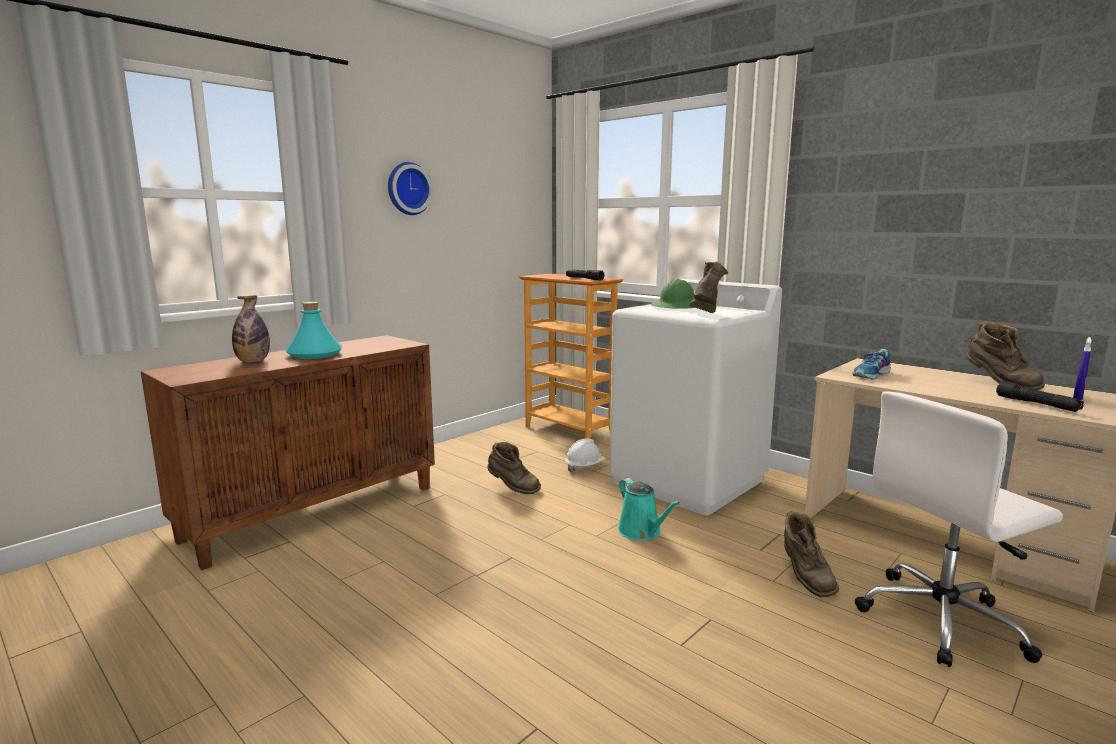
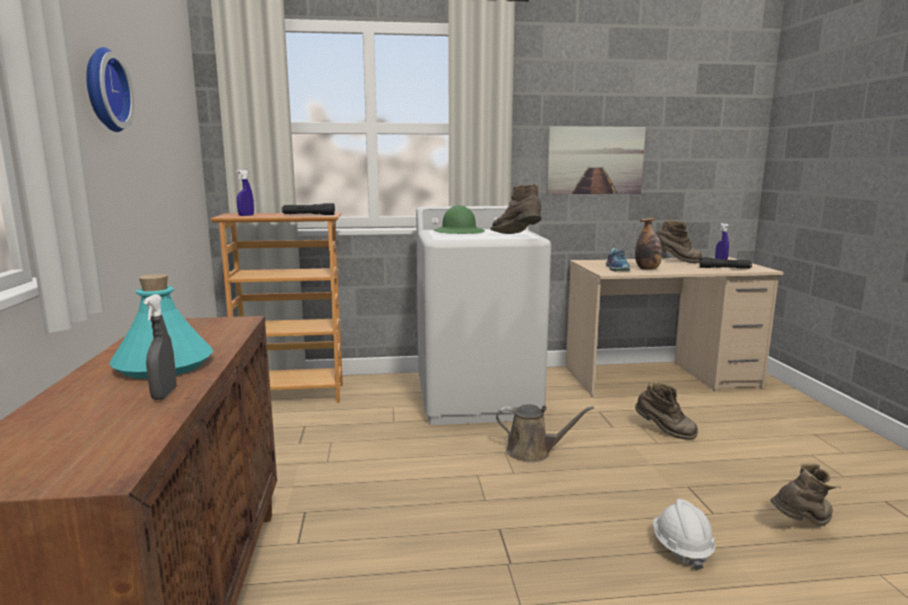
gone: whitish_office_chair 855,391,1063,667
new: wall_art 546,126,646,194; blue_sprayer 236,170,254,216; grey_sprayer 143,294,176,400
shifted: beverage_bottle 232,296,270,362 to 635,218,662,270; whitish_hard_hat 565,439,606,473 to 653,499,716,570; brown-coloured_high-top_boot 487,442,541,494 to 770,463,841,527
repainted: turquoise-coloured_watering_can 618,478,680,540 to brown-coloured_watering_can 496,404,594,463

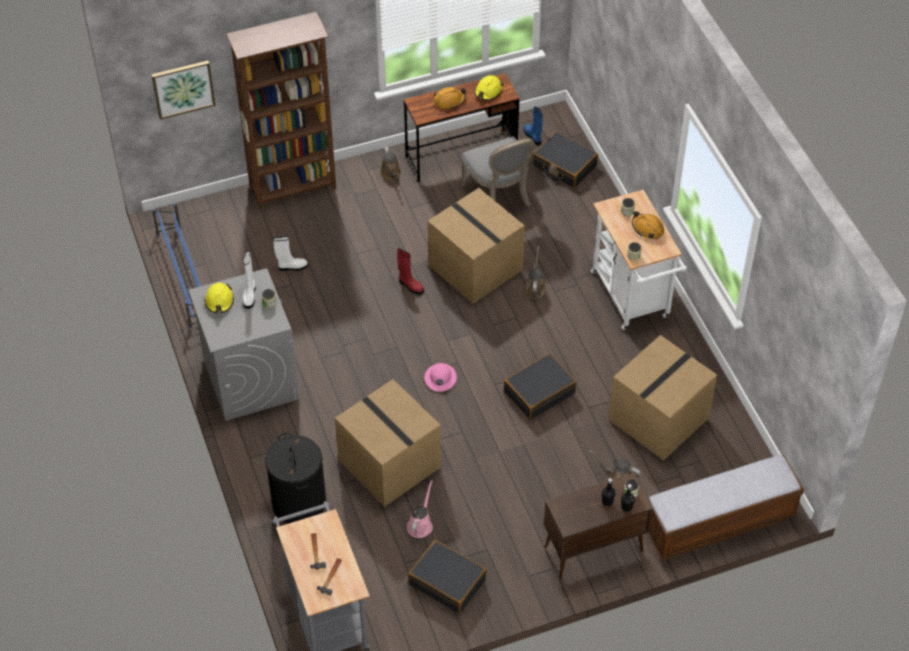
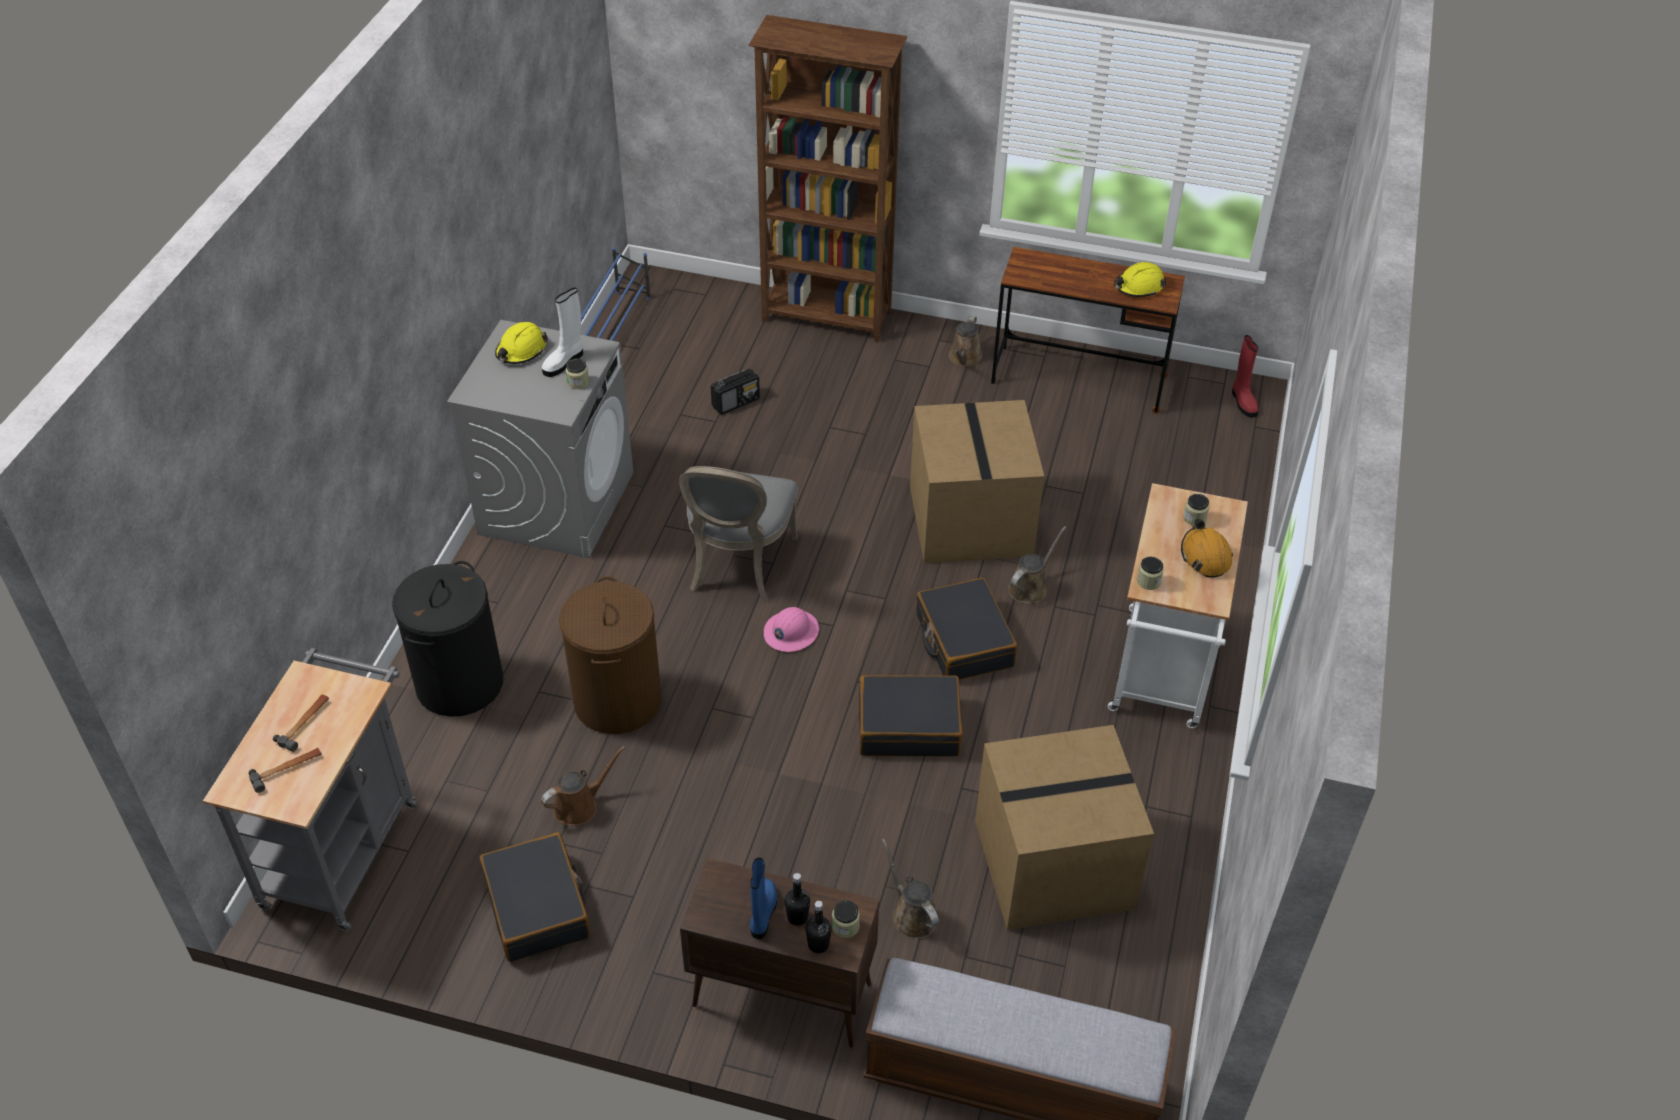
gone: wall_art 151,61,216,120; orange_hard_hat 434,87,466,109
shifted: blue_high-top_boot 523,107,543,145 to 750,858,777,939; black_travel_case 533,131,598,188 to 916,578,1018,680; grey_plain_chair 461,136,535,206 to 679,466,798,602; reddish_high-top_boot 397,248,424,295 to 1232,335,1259,418
swapped: whitish_high-top_boot 273,236,308,271 to radio_set 711,369,760,415; packing_box 335,379,441,507 to brown-coloured_washing_basket 559,576,662,734
repainted: pink_watering_can 407,480,433,538 to brown-coloured_watering_can 541,746,625,825

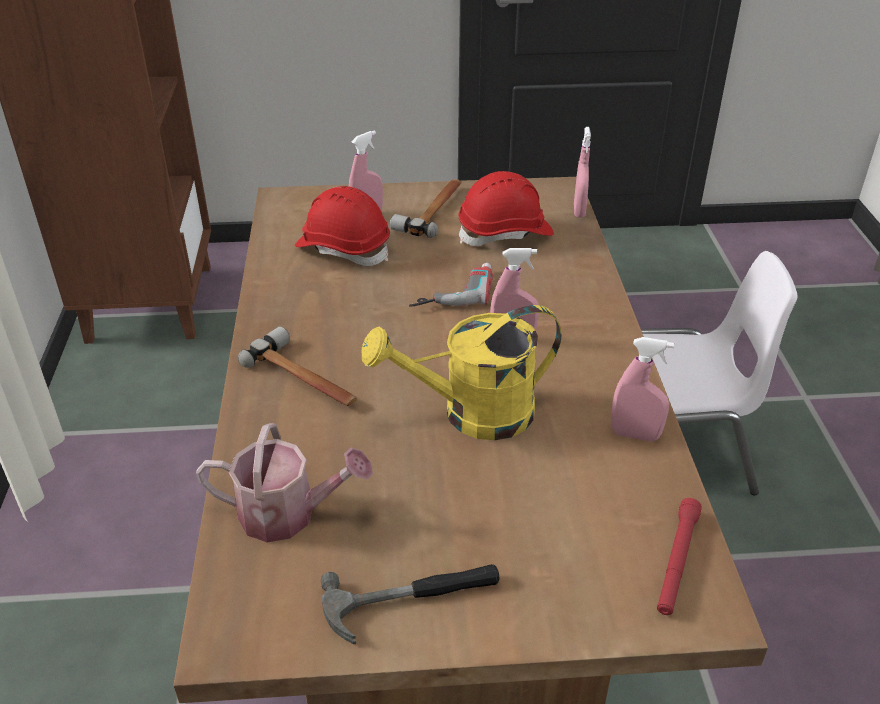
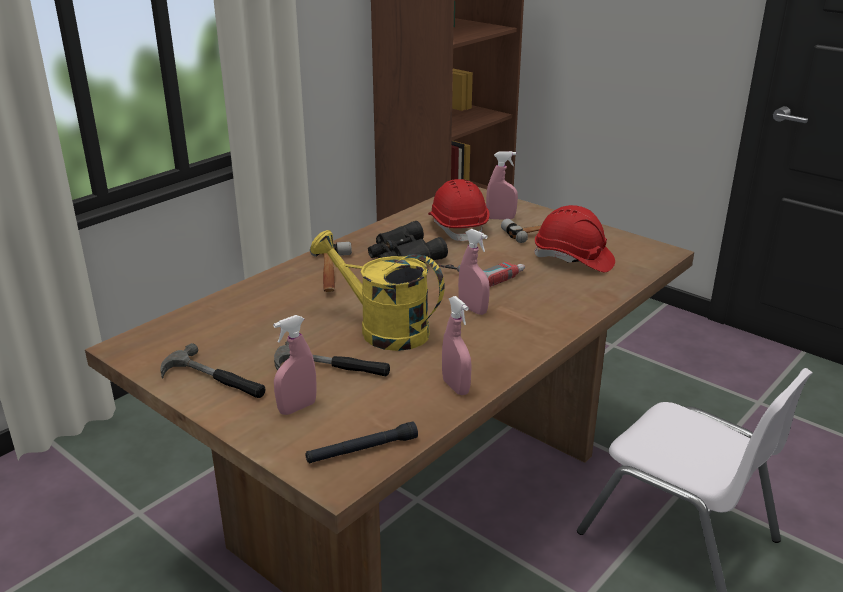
gone: watering_can 196,423,373,542
new: black_pair_of_binoculars 368,221,448,263; tool_hammer 274,341,390,376
shifted: pink_sprayer 574,127,591,217 to 273,315,317,415
repainted: reddish_flashlight 657,498,702,615 to black_flashlight 306,421,418,463

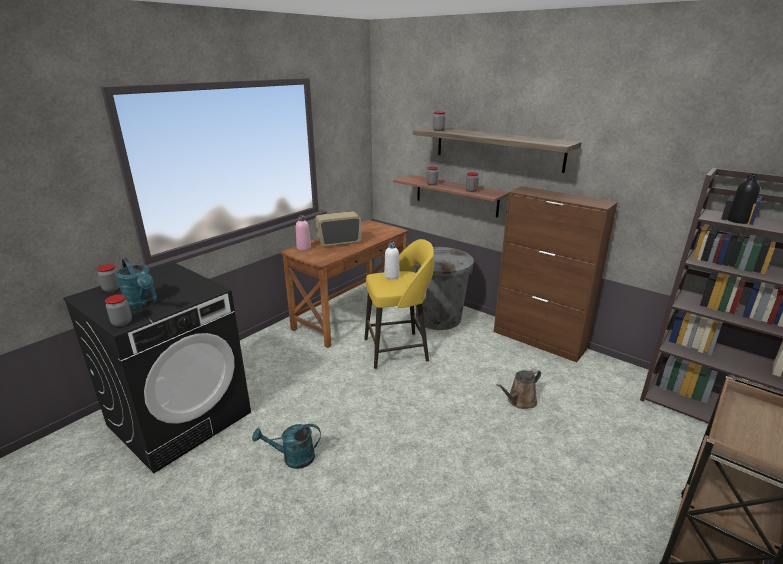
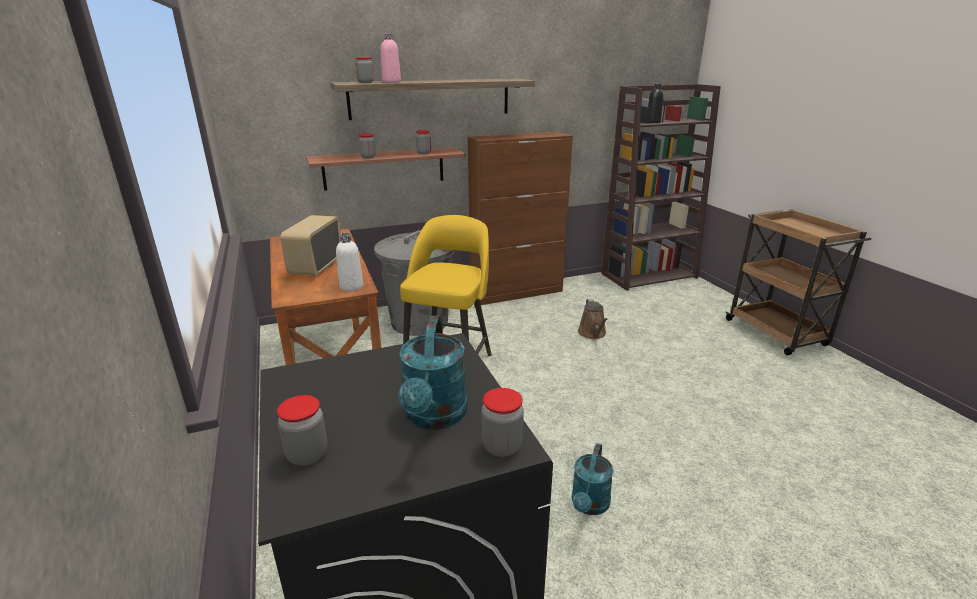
shifted: pink_beverage_bottle 296,215,311,251 to 381,33,401,83; whitish_beverage_bottle 384,242,400,279 to 336,233,363,291
rotated: turquoise-coloured_watering_can 116,258,157,309 = 398,316,467,430 105 degrees clockwise

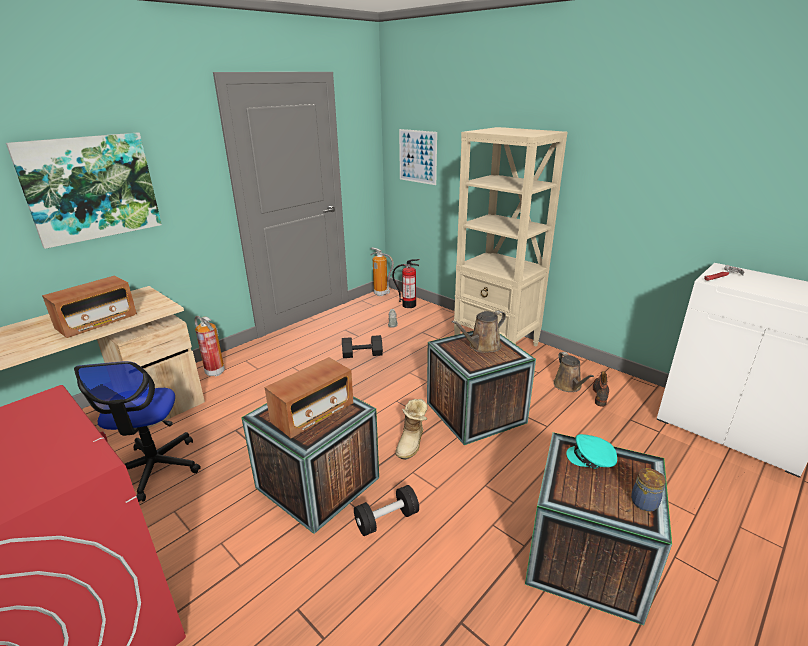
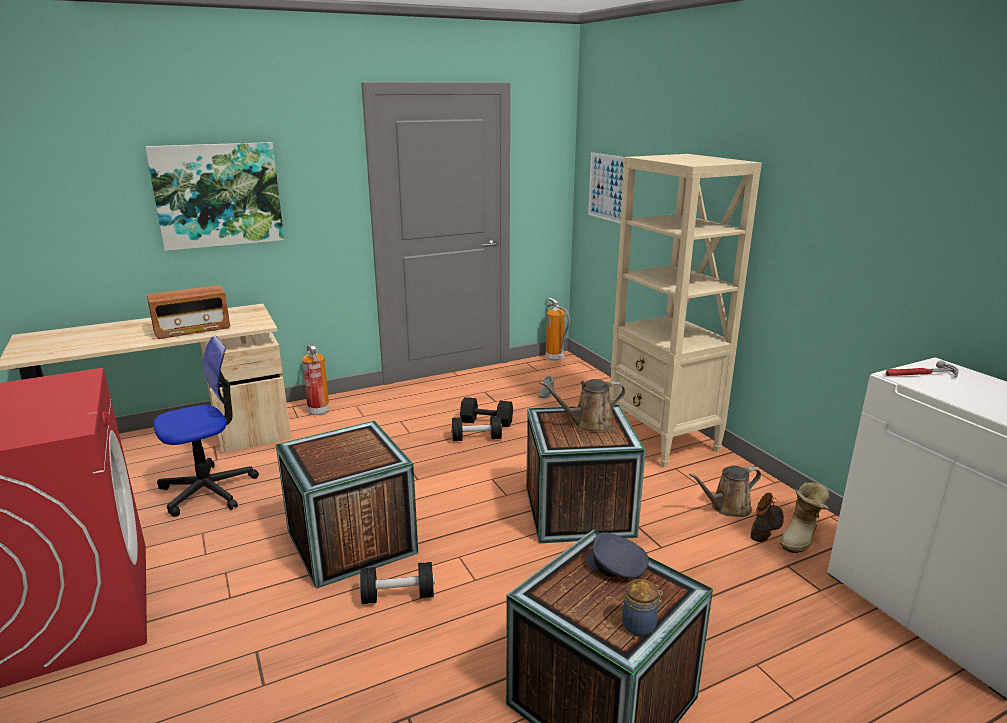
gone: fire-fighting_cylinder 392,259,420,308; radio_set 264,357,353,438
new: black_free_weight 451,416,502,441
shifted: high-top_boot 395,399,428,460 to 780,482,829,553
repainted: turquoise-coloured_baseball_cap 566,434,617,469 to grey_baseball_cap 586,532,649,578
rotated: brown-coloured_watering_can 553,352,594,392 = 689,466,761,517 60 degrees clockwise; office_chair 74,361,201,502 = 153,336,259,517 135 degrees counterclockwise

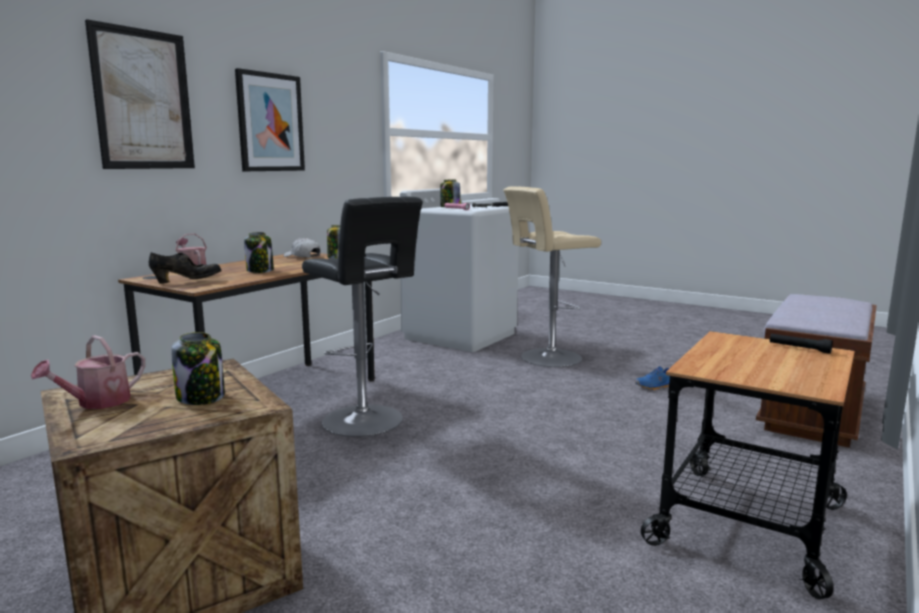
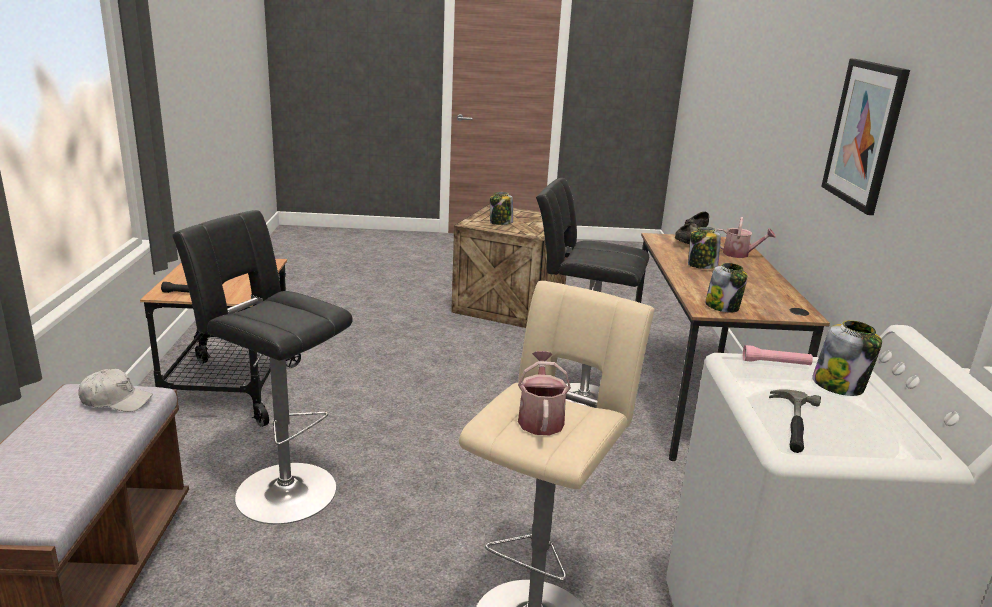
gone: wall_art 85,19,195,169; blue_item_of_footwear 635,366,672,390
new: black_stool_seat 172,210,353,524
shifted: whitish_baseball_cap 284,237,321,258 to 78,369,153,412; watering_can 31,335,145,409 to 518,351,571,435

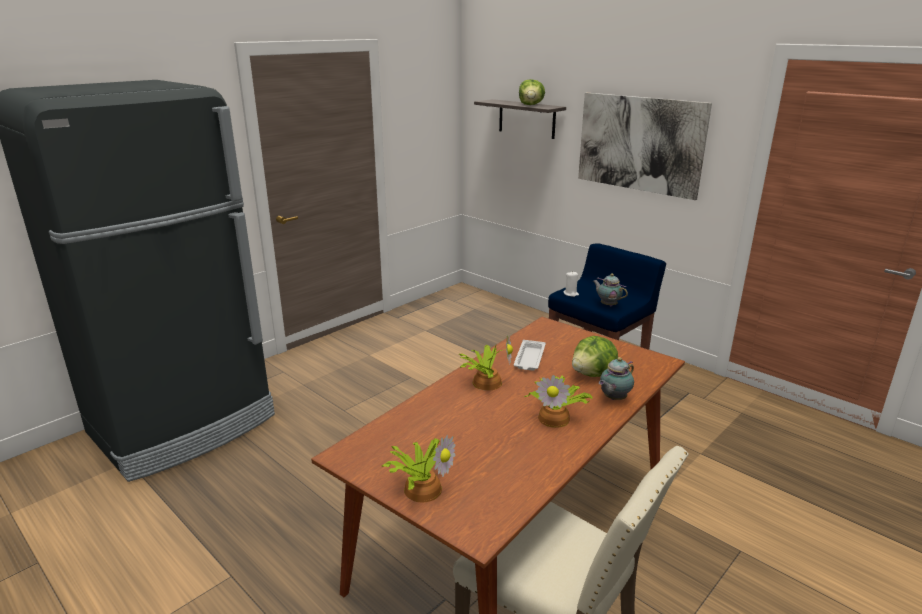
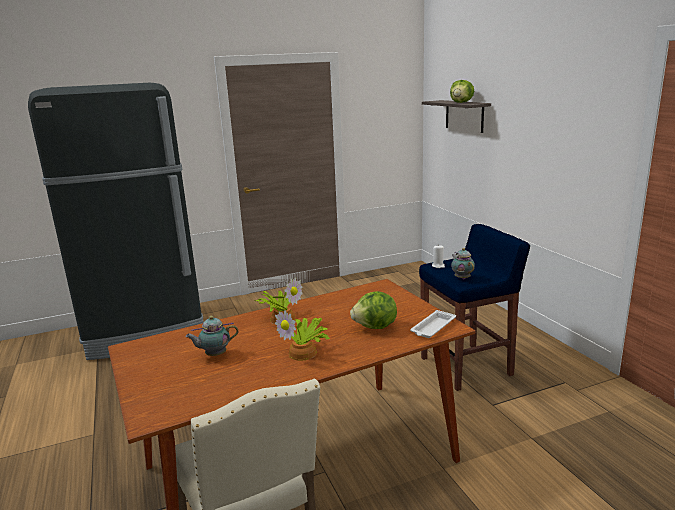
gone: wall_art 578,93,712,200; potted_plant 381,435,456,502
shifted: whitish_carrying_tray 514,340,546,371 to 410,310,456,338; teapot 599,357,634,400 to 185,316,238,356

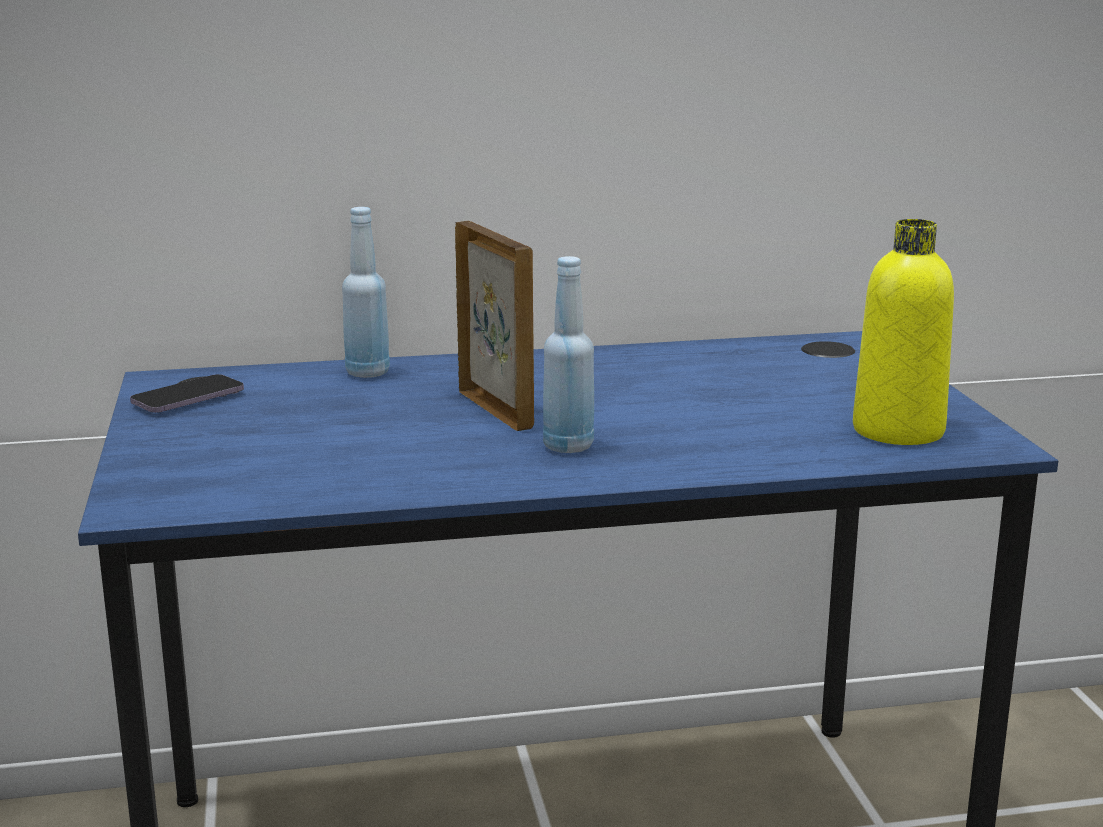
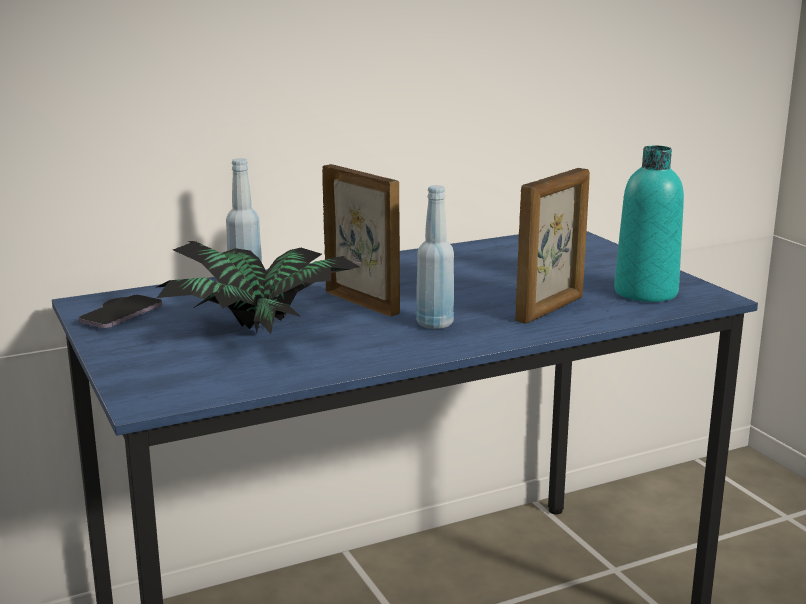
new: standing_frame 515,168,590,324; potted_plant 155,241,359,334
repainted: yellowish_beverage_bottle 853,219,954,445 to turquoise-coloured_beverage_bottle 614,146,684,302

